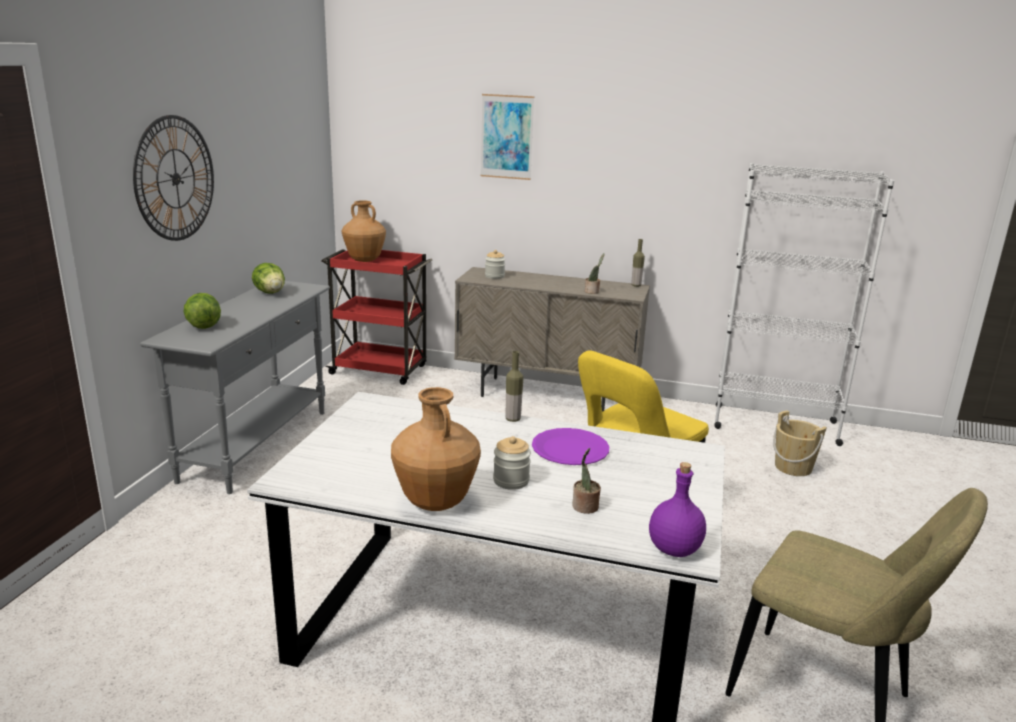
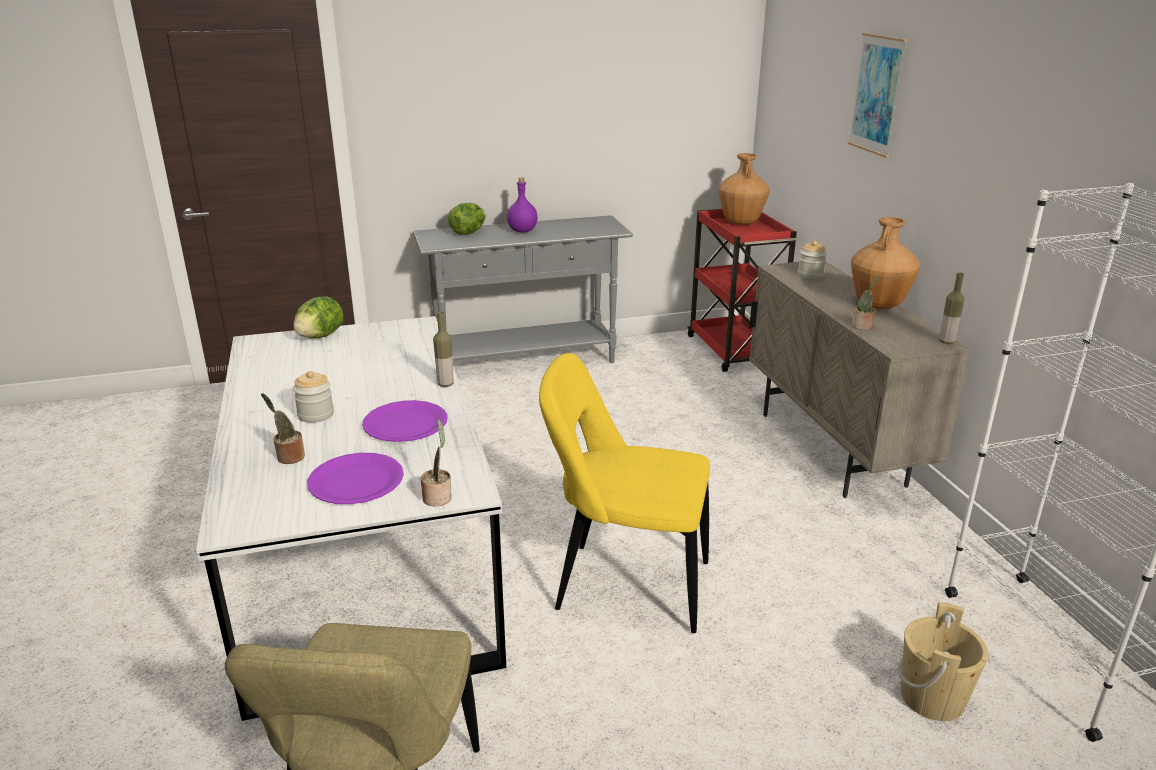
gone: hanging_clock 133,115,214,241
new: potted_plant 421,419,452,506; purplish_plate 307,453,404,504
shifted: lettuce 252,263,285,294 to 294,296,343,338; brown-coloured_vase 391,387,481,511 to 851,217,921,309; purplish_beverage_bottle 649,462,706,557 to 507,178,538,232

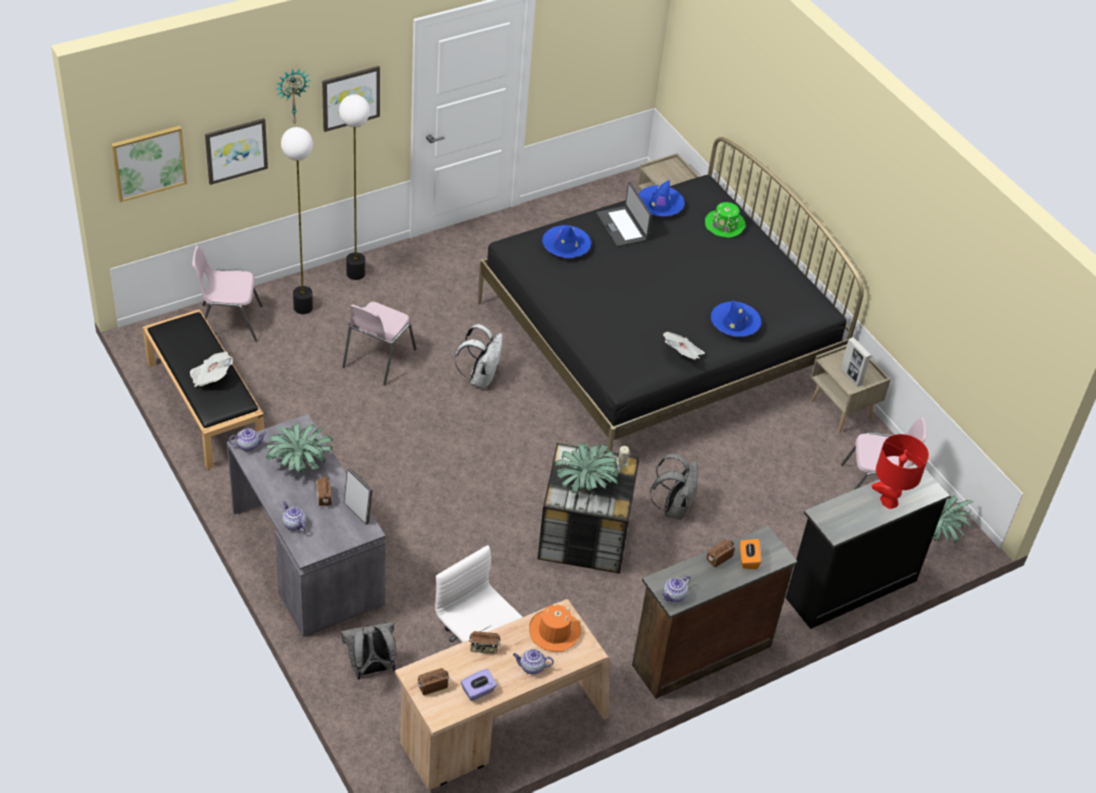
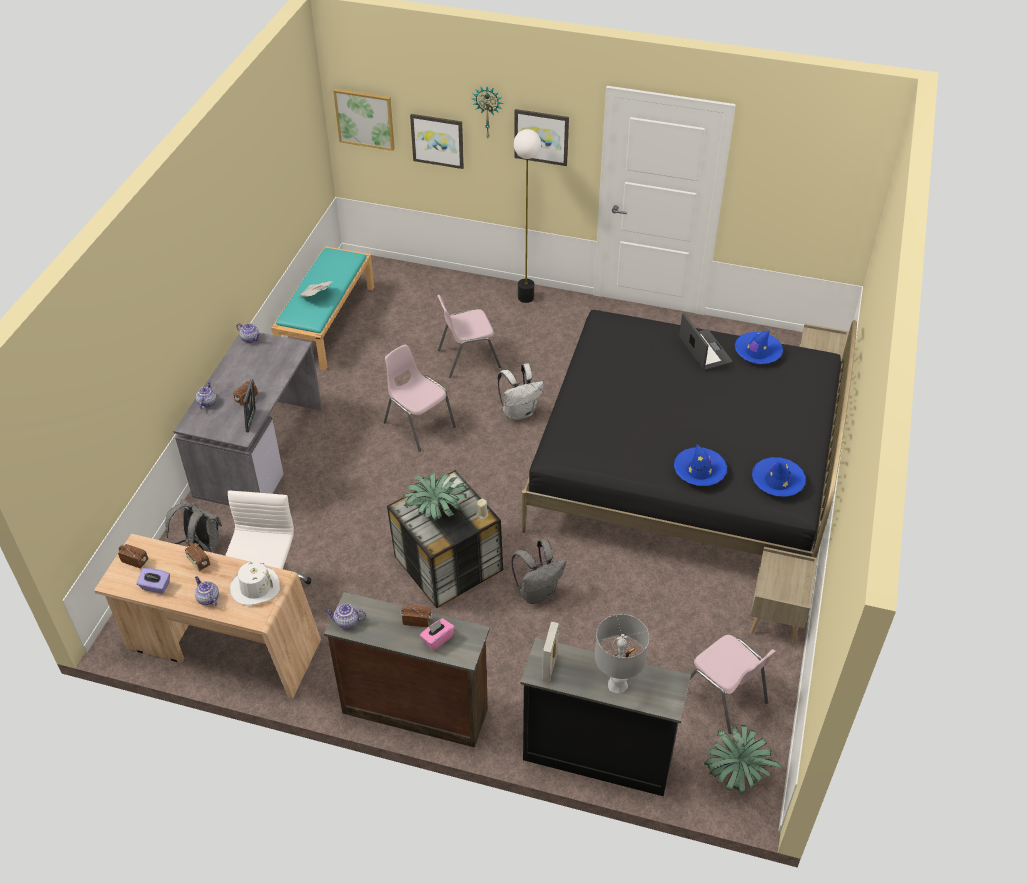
gone: standing_lamp 281,127,313,314; green_wearable_hat 705,202,746,238; newspaper 663,332,705,360; potted_plant 265,423,333,473
shifted: blue_wearable_hat 542,225,591,258 to 752,457,806,497; pink_plain_chair 192,246,262,341 to 384,345,456,452; standing_frame 840,337,871,387 to 542,622,559,682
repainted: black_bench 143,309,264,470 to turquoise-coloured_bench 271,246,374,371; reddish_lamp_for_a_table 872,434,929,509 to grey_lamp_for_a_table 595,614,649,693; orange_tissue_box 740,539,761,569 to pink_tissue_box 420,618,455,650; orange_wearable_hat 529,603,581,652 to whitish_wearable_hat 230,561,280,605
rotated: portable_computer 596,182,652,247 = 679,313,733,370 135 degrees clockwise

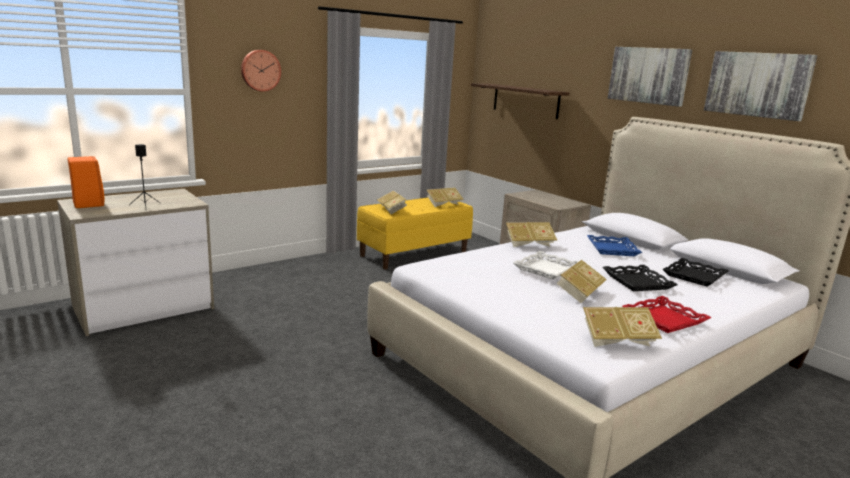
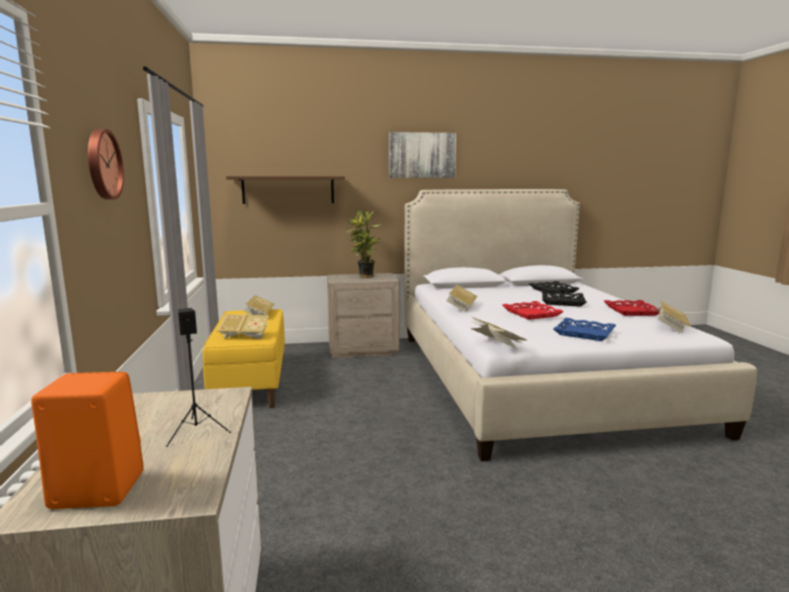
gone: wall_art 704,51,818,121
new: potted_plant 346,210,382,278
shifted: blue_carrying_tray 587,235,642,256 to 553,318,616,341; bound_book 557,260,607,303 to 470,316,526,350
repainted: whitish_carrying_tray 513,251,578,280 to reddish_carrying_tray 502,301,564,320

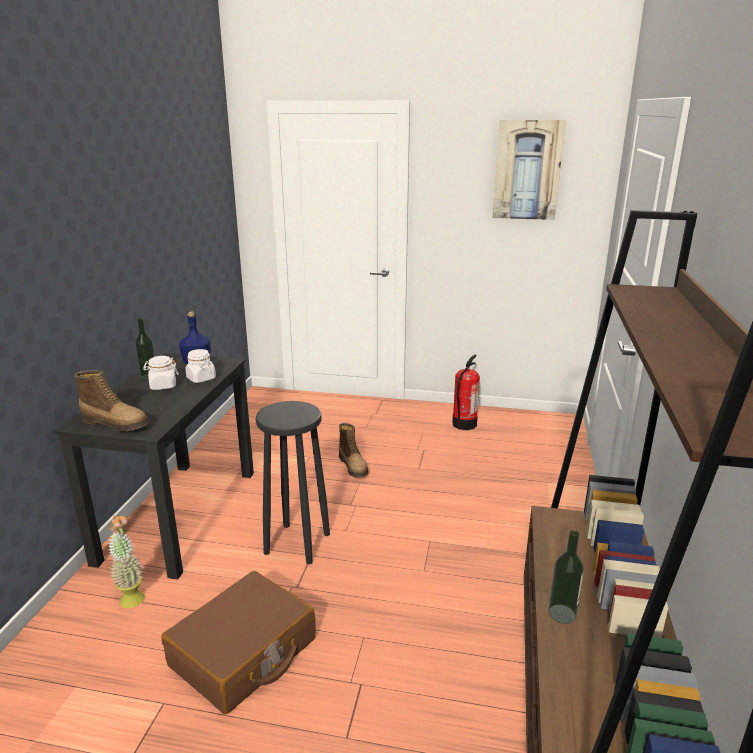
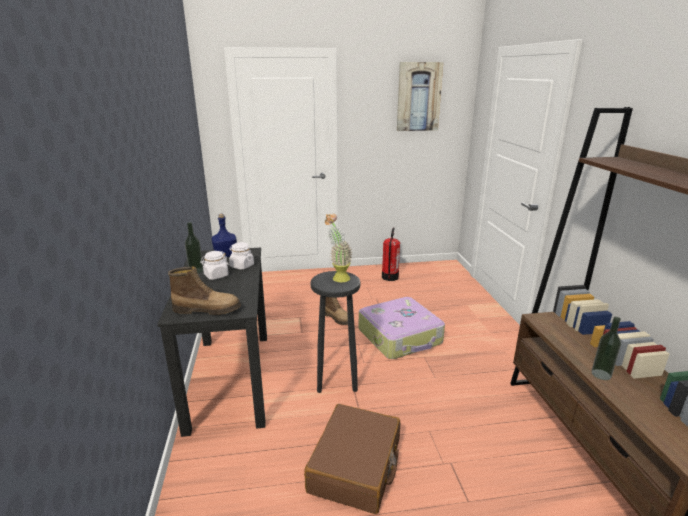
new: travel_case 358,297,445,359
shifted: potted_plant 107,515,145,608 to 325,213,353,282

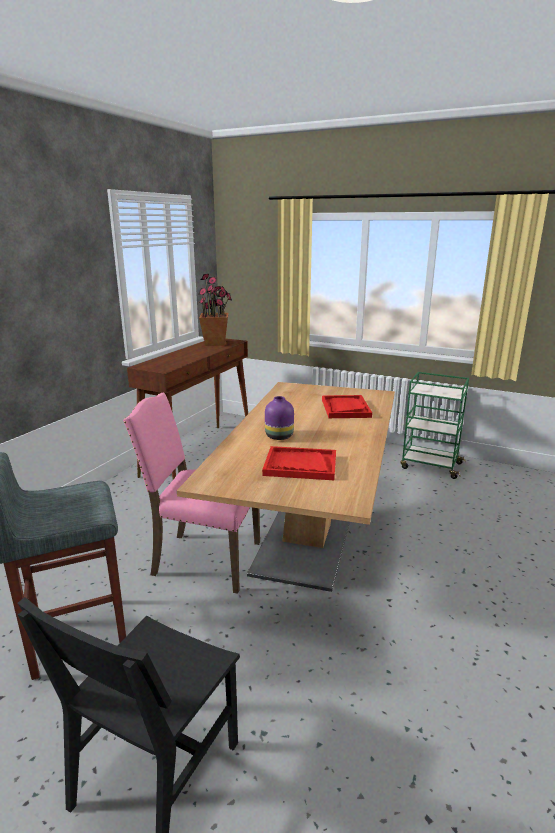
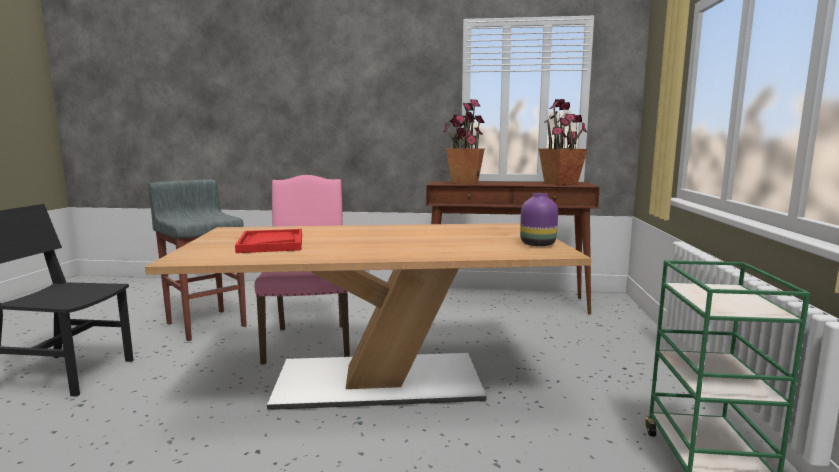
gone: reddish_carrying_tray 322,395,372,418
new: potted_plant 444,99,485,184
shifted: purplish_vase 265,396,294,440 to 520,193,558,246

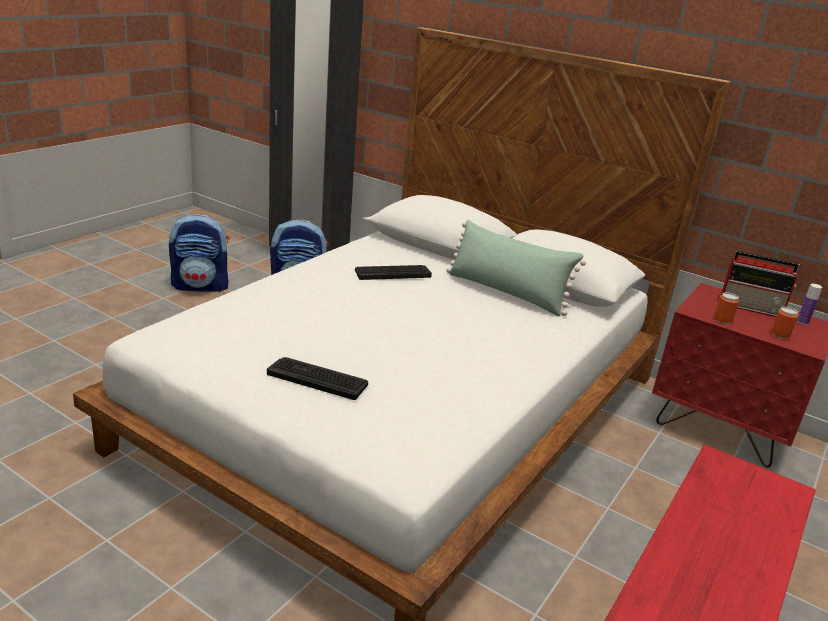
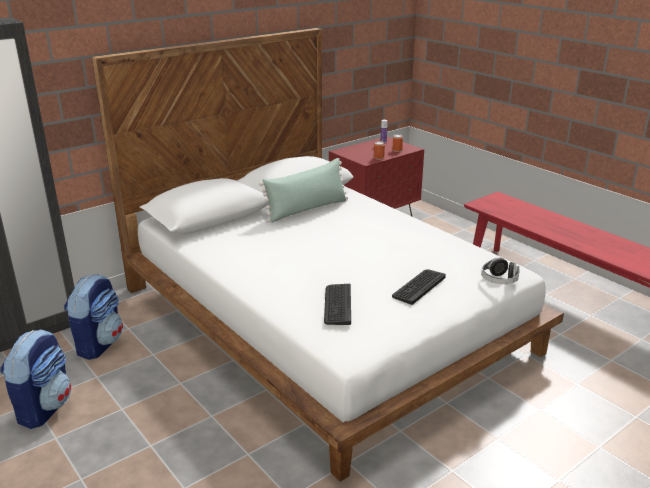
gone: radio_set 721,251,800,317
new: headphones 481,258,520,284
shifted: keyboard 355,265,432,280 to 324,284,351,325

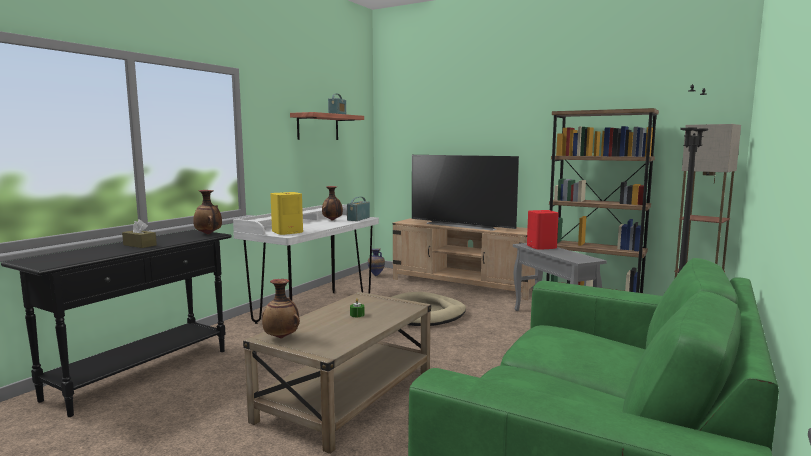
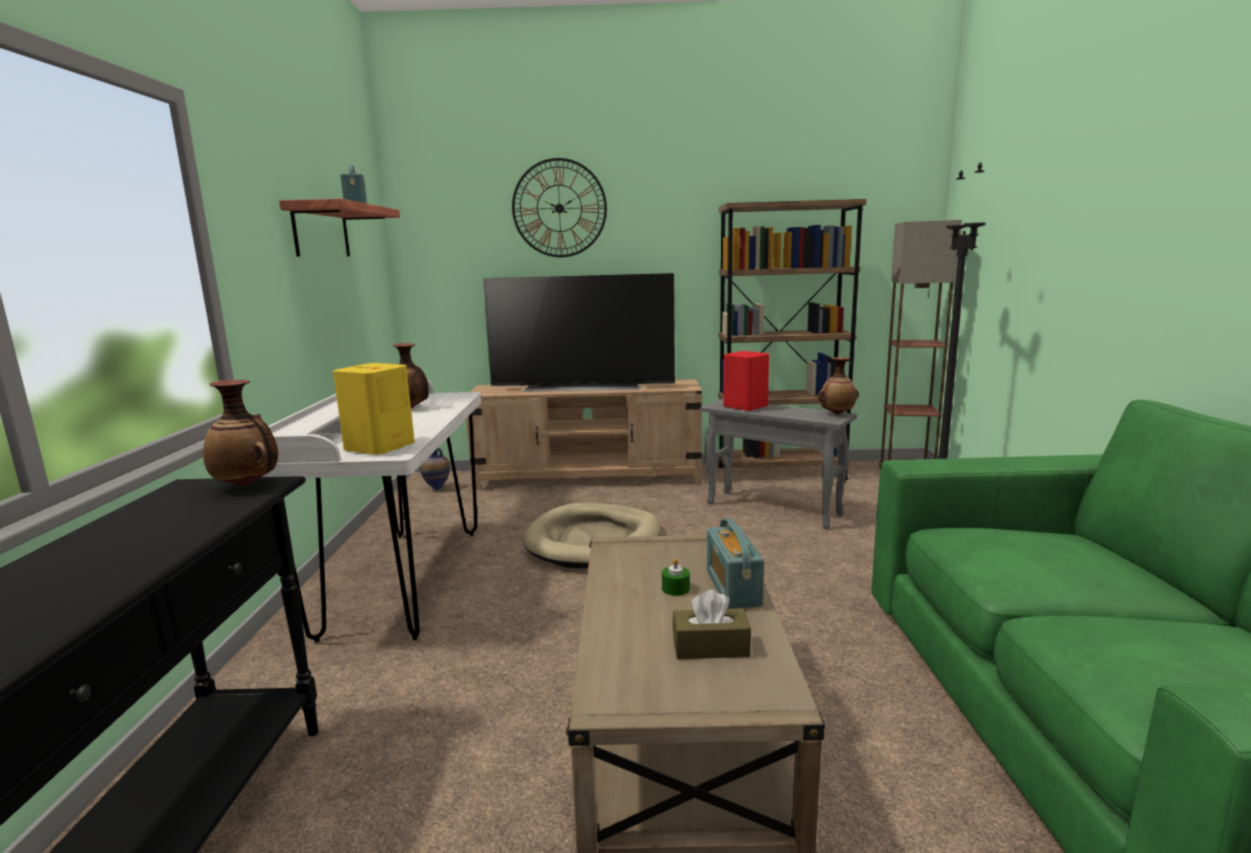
new: hanging_clock 512,158,607,257
shifted: radio_set 347,197,370,221 to 707,518,764,609; brown-coloured_tissue_box 122,219,157,248 to 672,590,751,659; vase 262,279,300,339 to 818,357,859,415

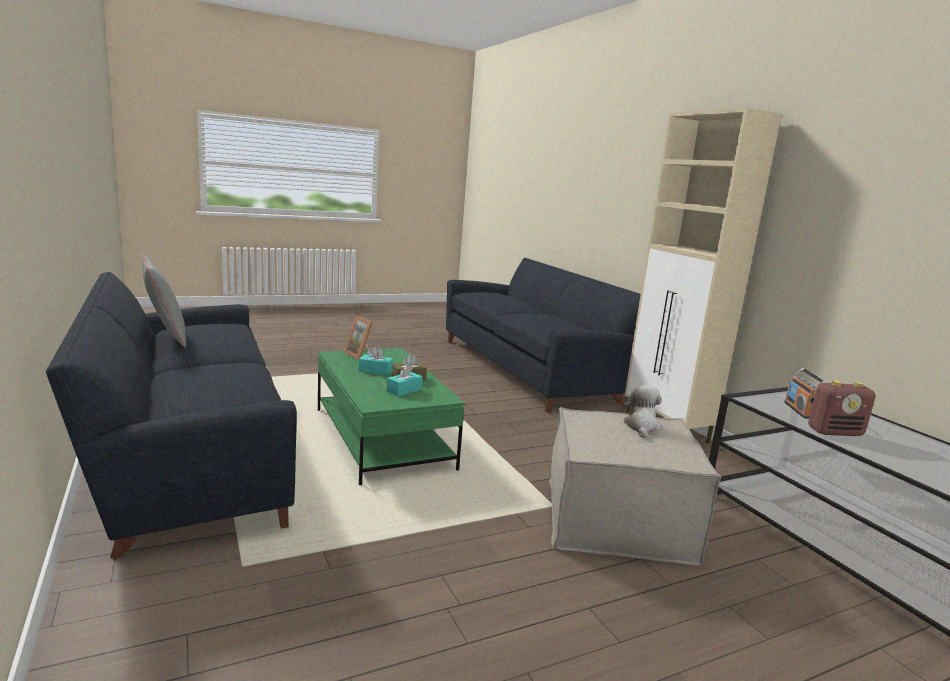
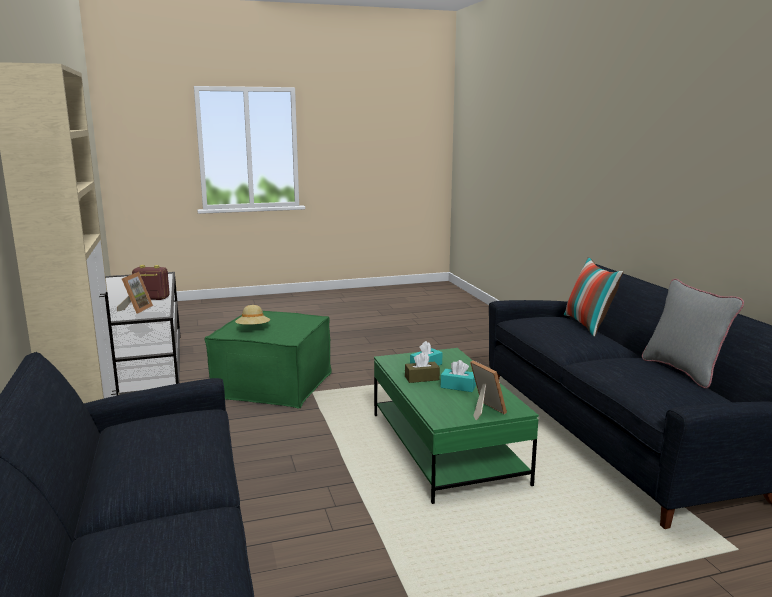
new: pillow 564,257,623,337
swapped: radio_set 784,368,826,419 to standing_frame 117,272,153,314; cuddly_toy 623,385,662,438 to sand-coloured_wearable_hat 235,305,270,325
repainted: sand-coloured_ottoman 549,407,721,566 to green_ottoman 205,311,332,409

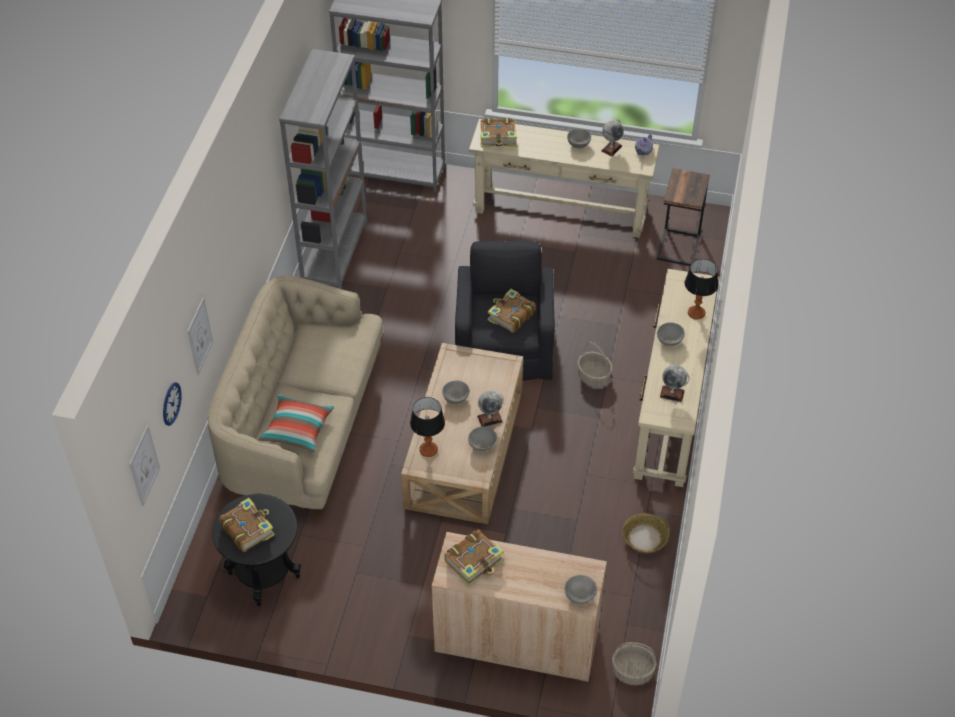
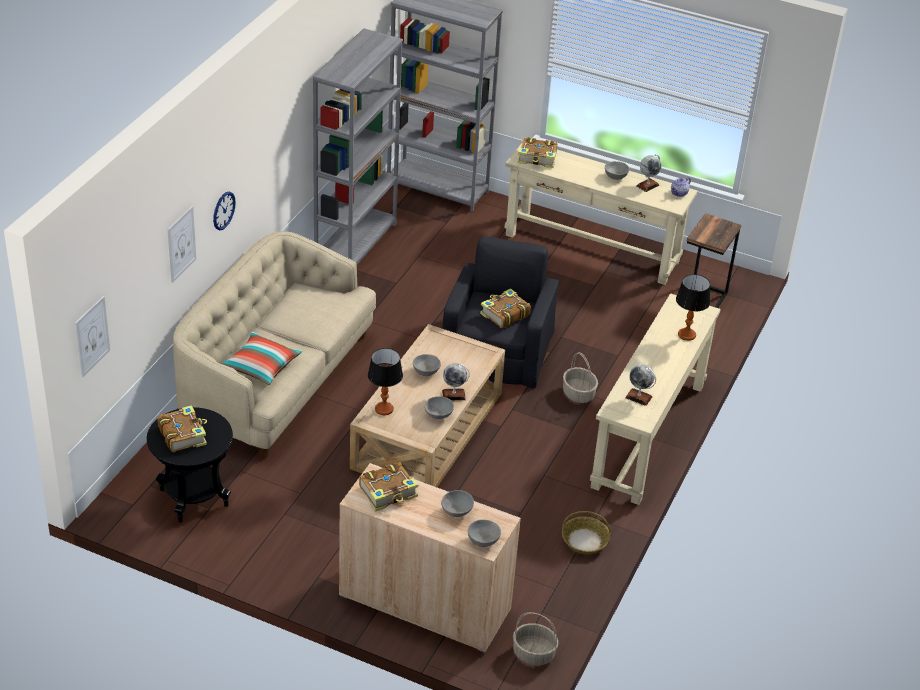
shifted: grey_bowl 657,322,685,346 to 441,490,474,517; hanging_clock 163,382,181,426 to 213,192,236,230

